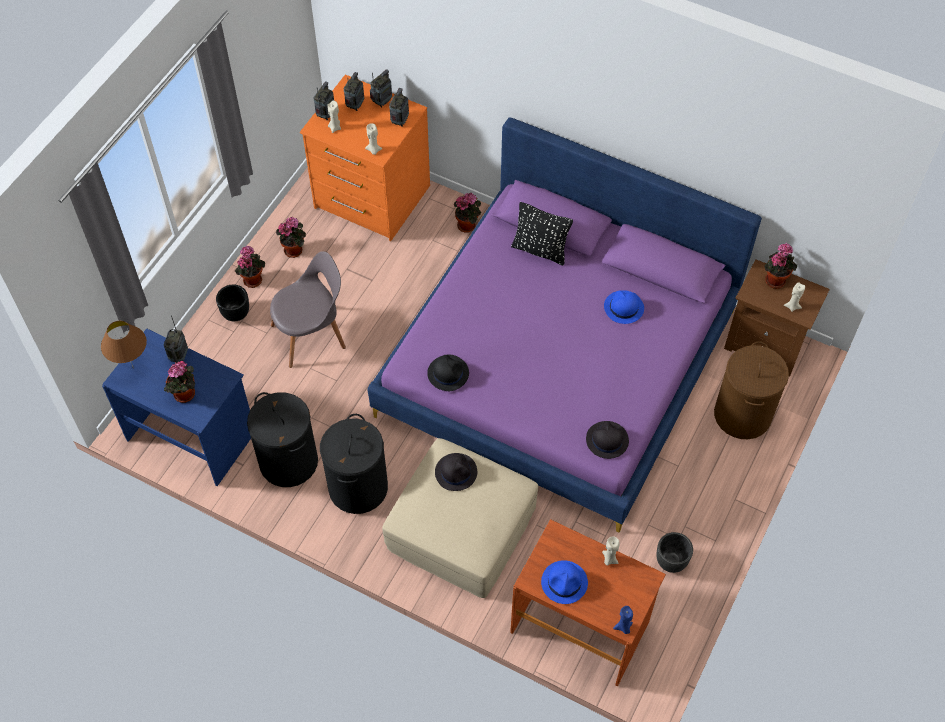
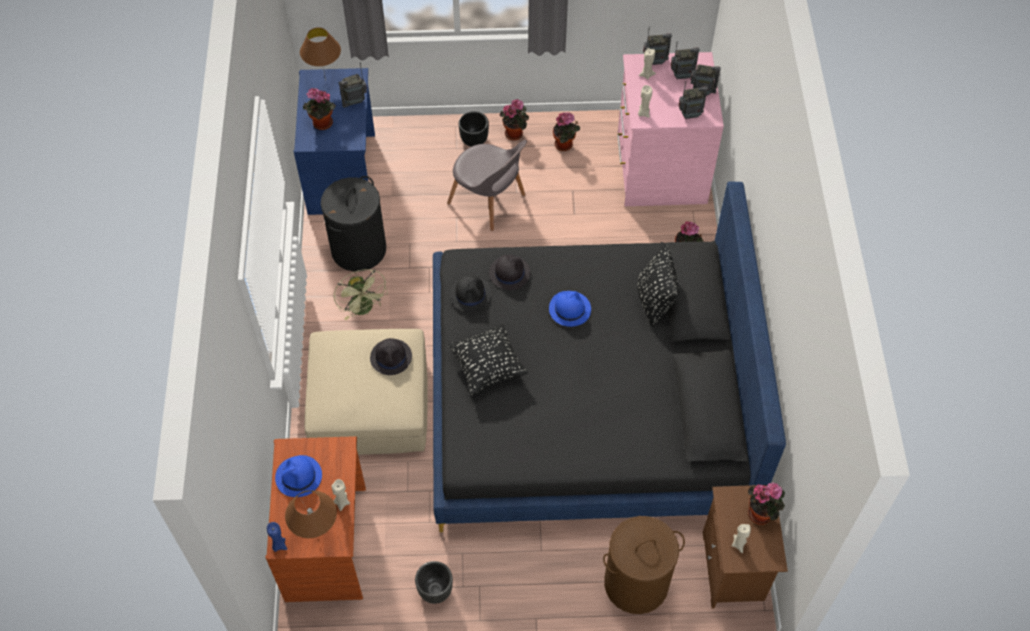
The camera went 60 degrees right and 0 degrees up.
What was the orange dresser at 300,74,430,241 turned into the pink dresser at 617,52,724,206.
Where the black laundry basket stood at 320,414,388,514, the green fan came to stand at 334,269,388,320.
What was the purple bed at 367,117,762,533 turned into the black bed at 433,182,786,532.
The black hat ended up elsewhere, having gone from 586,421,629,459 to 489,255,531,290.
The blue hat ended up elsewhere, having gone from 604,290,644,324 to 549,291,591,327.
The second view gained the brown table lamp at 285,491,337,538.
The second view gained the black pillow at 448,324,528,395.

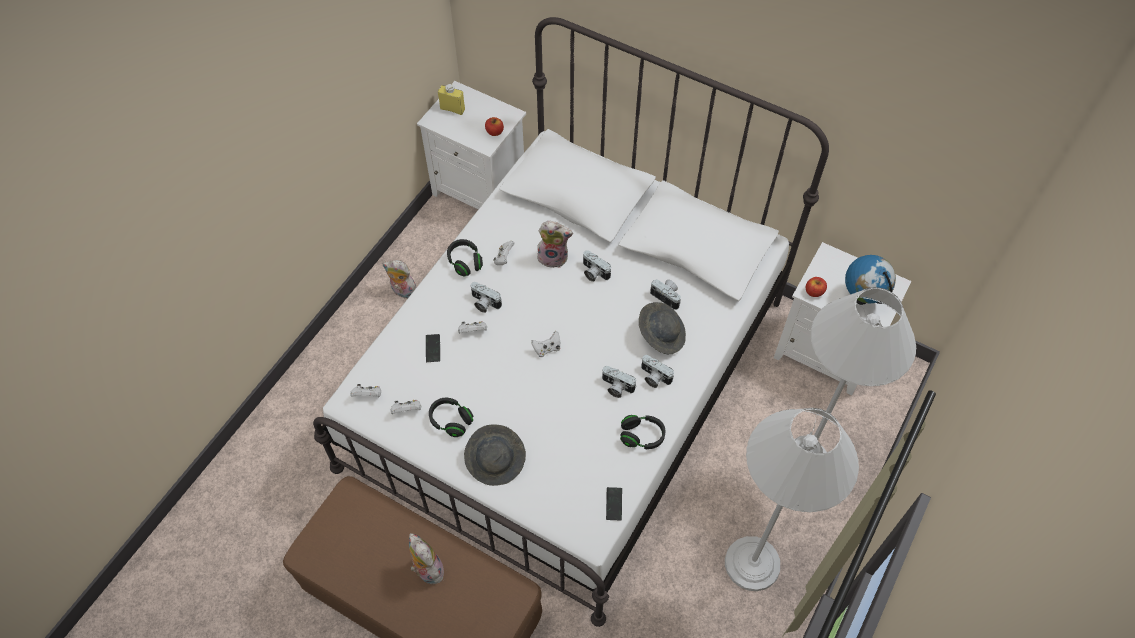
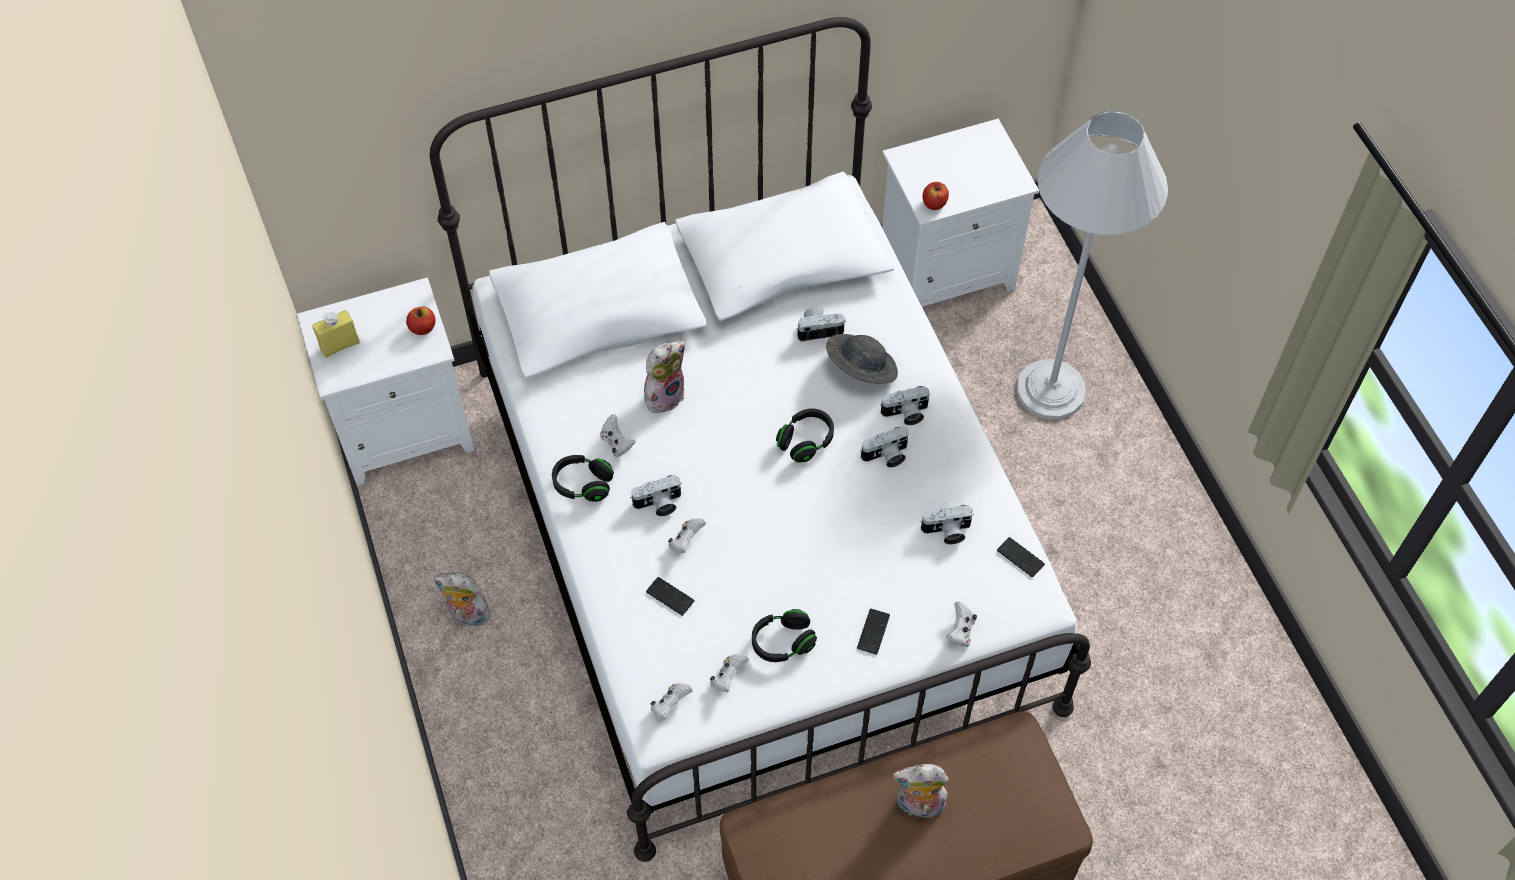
The camera went 50 degrees left and 0 degrees up.
The plush toy at 382,260,417,299 ended up facing another way, 45 degrees clockwise from before.
Where the grey hat stood at 464,424,526,486, the phone came to stand at 857,609,890,655.
The white game controller ended up elsewhere, having gone from 531,331,560,357 to 946,601,977,647.
The photo camera ended up elsewhere, having gone from 583,250,611,282 to 920,505,974,544.
The black headphones ended up elsewhere, having gone from 620,415,666,449 to 776,409,834,462.
The second view lost the white floor lamp at 725,408,859,591.
The second view lost the globe at 845,255,896,305.

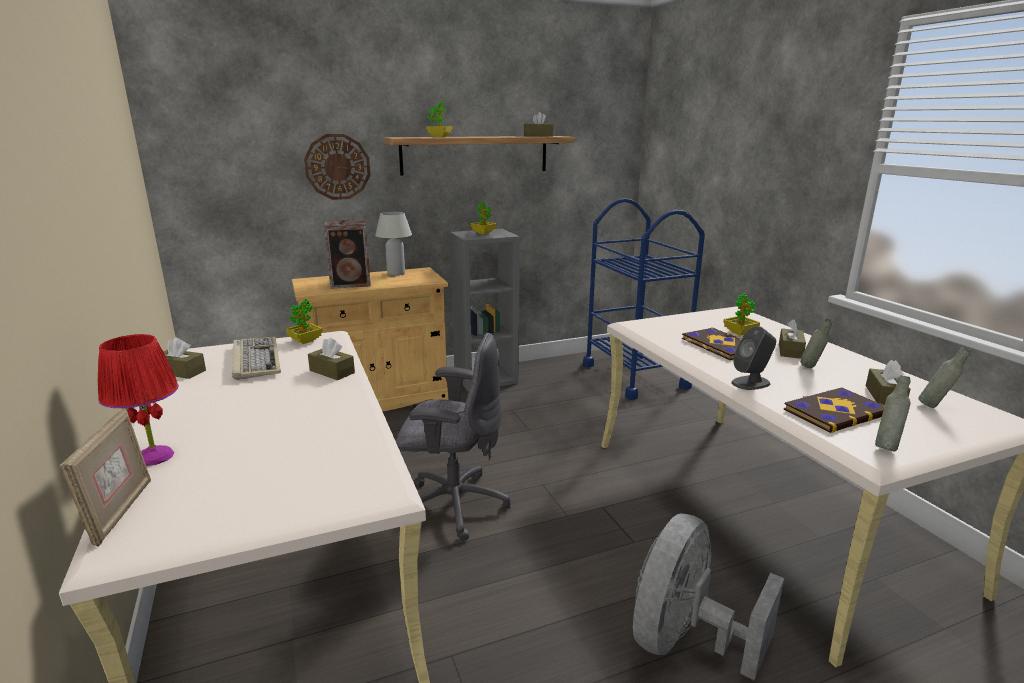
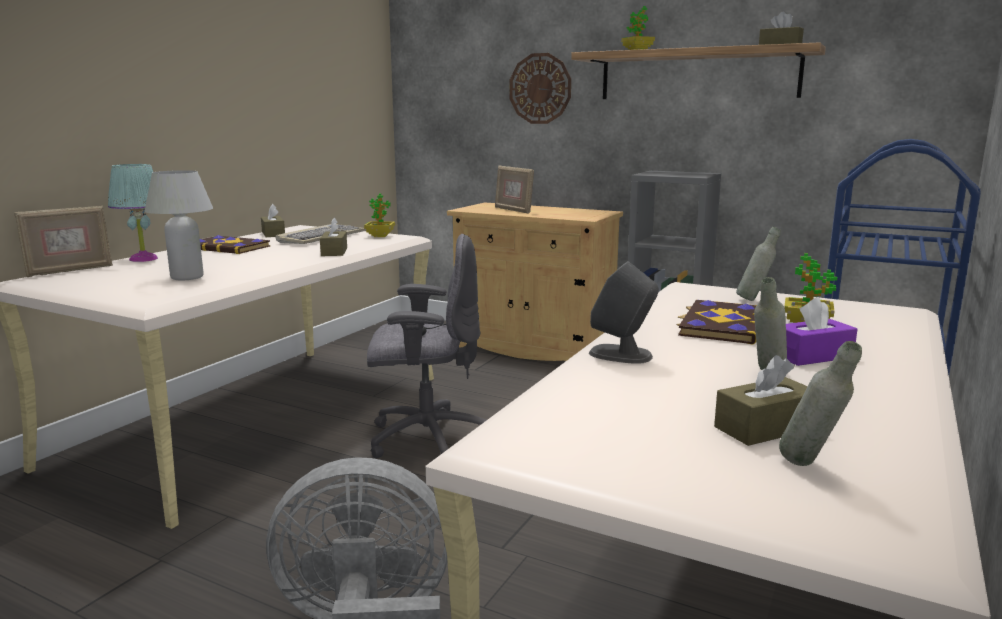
The camera went 50 degrees right and 5 degrees down.
What was the red table lamp at 98,334,179,466 turned into the turquoise table lamp at 108,164,158,262.
Where the speaker stood at 324,220,371,289, the picture frame came to stand at 495,165,534,214.
The white table lamp ended up elsewhere, having gone from 375,212,412,276 to 144,170,213,280.
The grey office chair at 396,332,511,541 ended up facing another way, 60 degrees counterclockwise from before.
The second view lost the potted plant at 471,201,496,234.
What was the brown tissue box at 779,319,806,359 turned into the purple tissue box at 786,297,858,366.
The book ended up elsewhere, having gone from 784,387,885,433 to 200,235,270,254.
The grey bottle ended up elsewhere, having gone from 875,375,910,451 to 736,227,781,301.

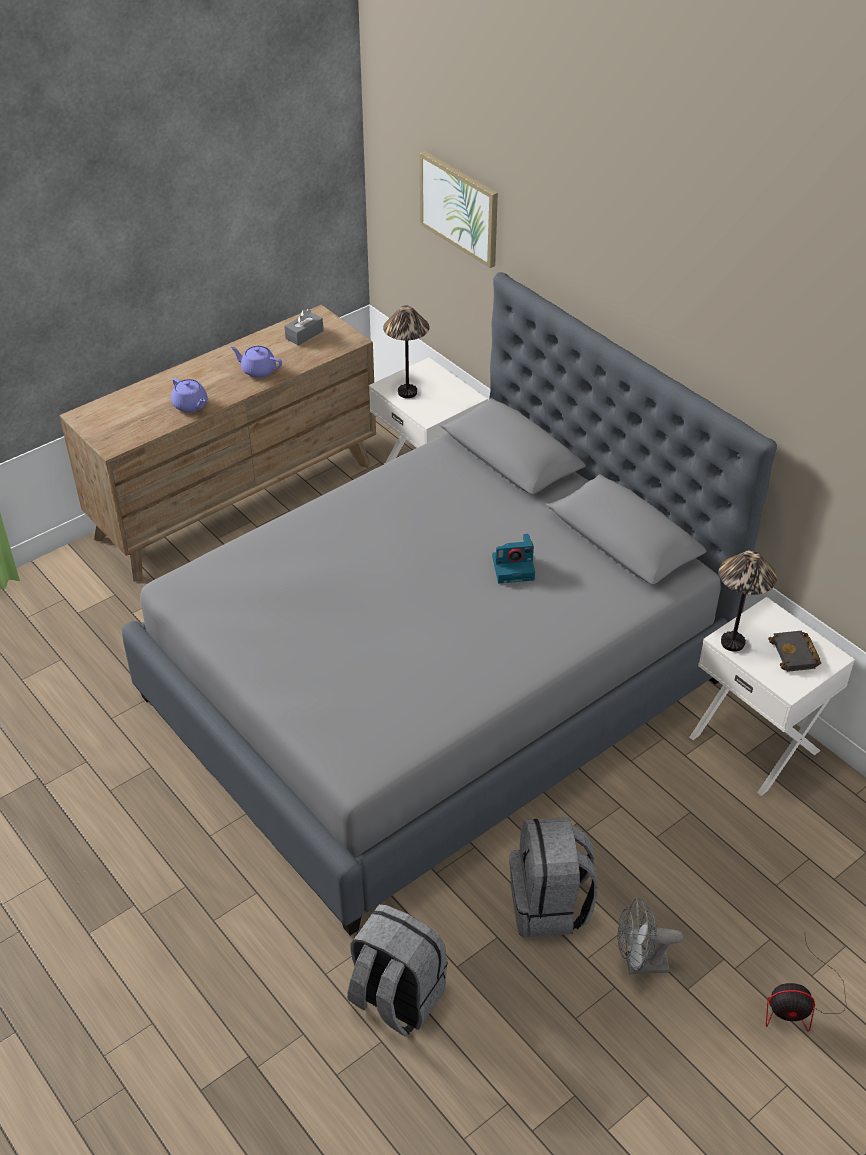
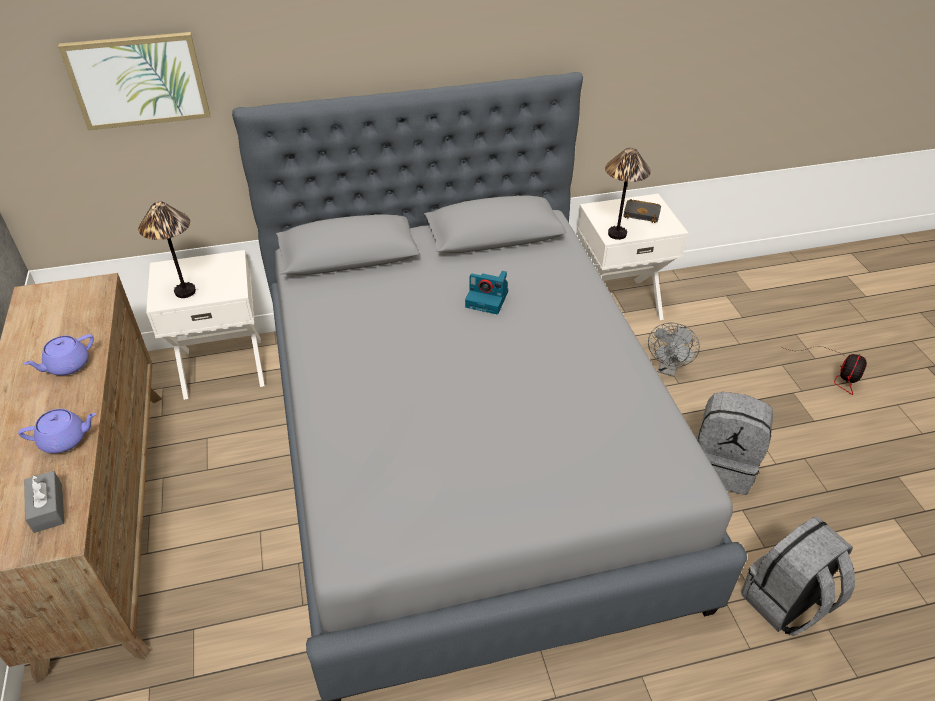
The camera went 65 degrees left and 0 degrees up.
The grey tissue box ended up elsewhere, having gone from 284,309,323,346 to 24,471,64,533.
The photo camera at 492,534,535,583 ended up facing another way, 90 degrees clockwise from before.
The grey fan ended up elsewhere, having gone from 618,898,683,974 to 648,322,700,377.

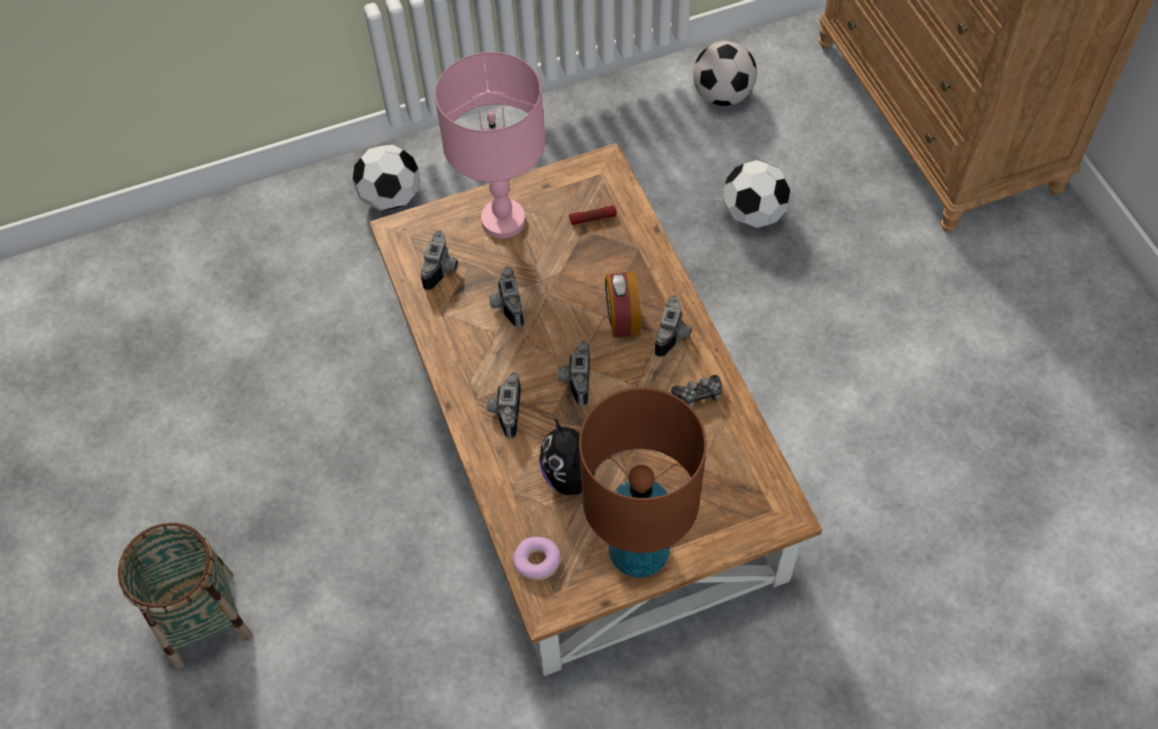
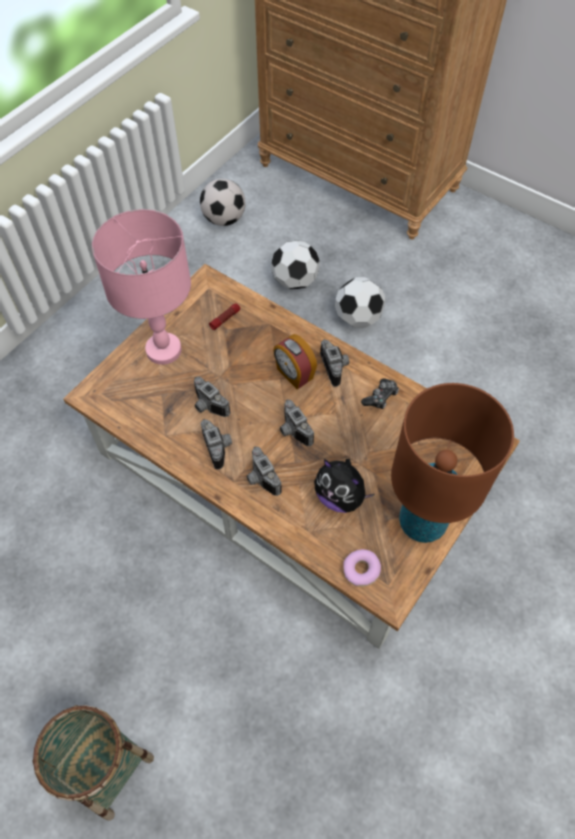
The camera went 35 degrees left and 0 degrees up.
The football ended up elsewhere, having gone from 352,144,420,211 to 335,277,386,328.
The photo camera ended up elsewhere, having gone from 420,231,458,291 to 201,419,232,470.

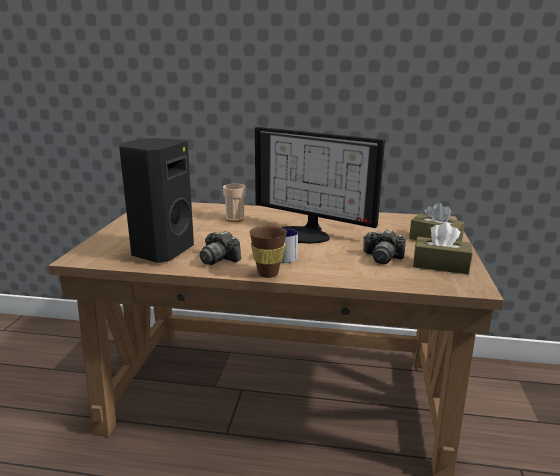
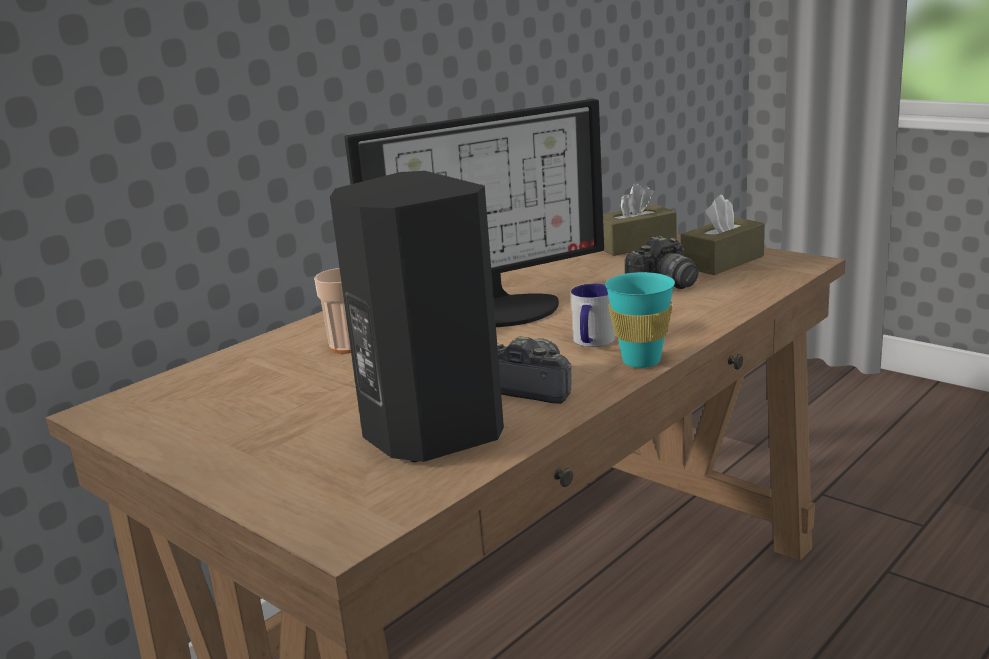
The camera went 55 degrees left and 0 degrees up.
The photo camera at 200,231,241,265 ended up facing another way, 135 degrees counterclockwise from before.
What was the brown cup at 249,226,287,278 turned into the turquoise cup at 605,272,675,368.

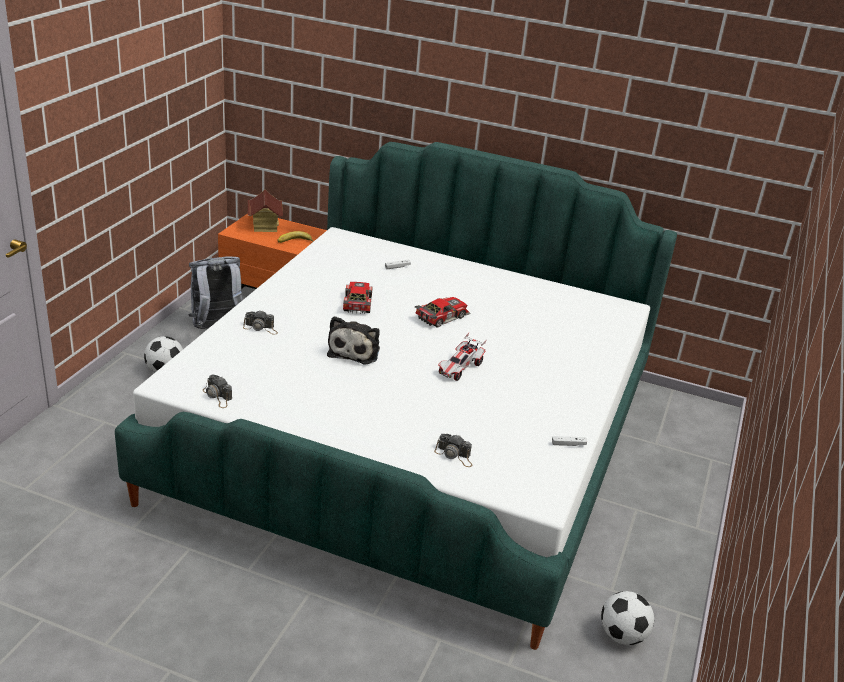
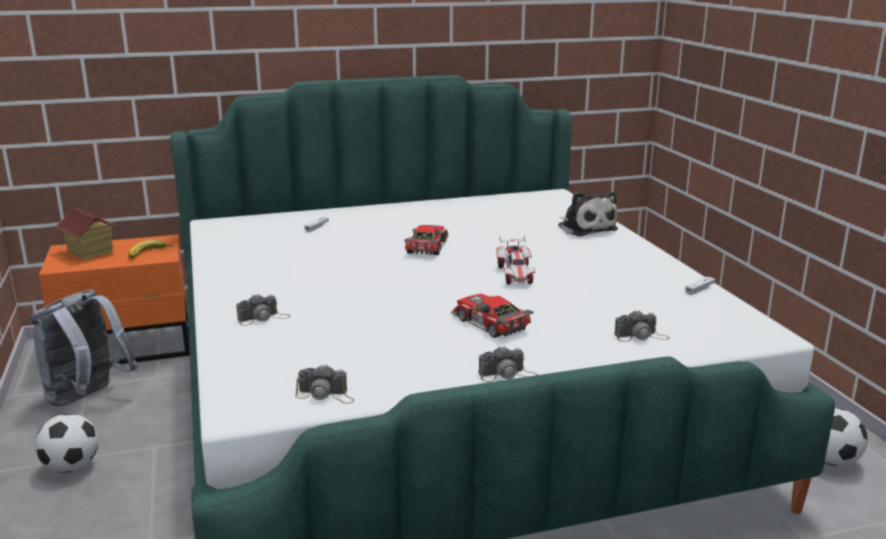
The camera went 35 degrees left and 10 degrees down.
The plush toy ended up elsewhere, having gone from 327,316,380,364 to 558,192,618,237.
The toy car ended up elsewhere, having gone from 343,282,372,314 to 451,294,533,338.
The second view gained the photo camera at 478,346,538,382.

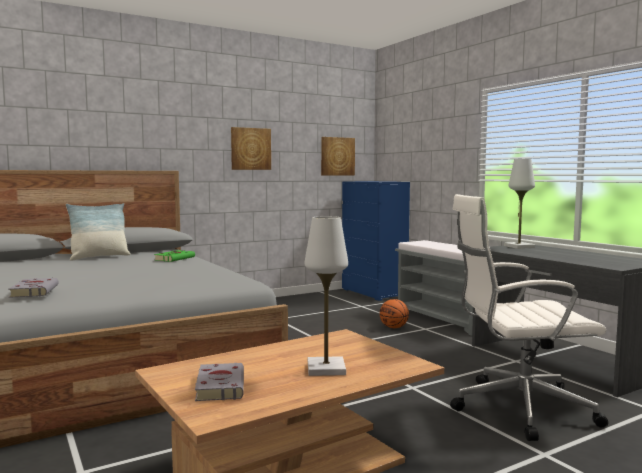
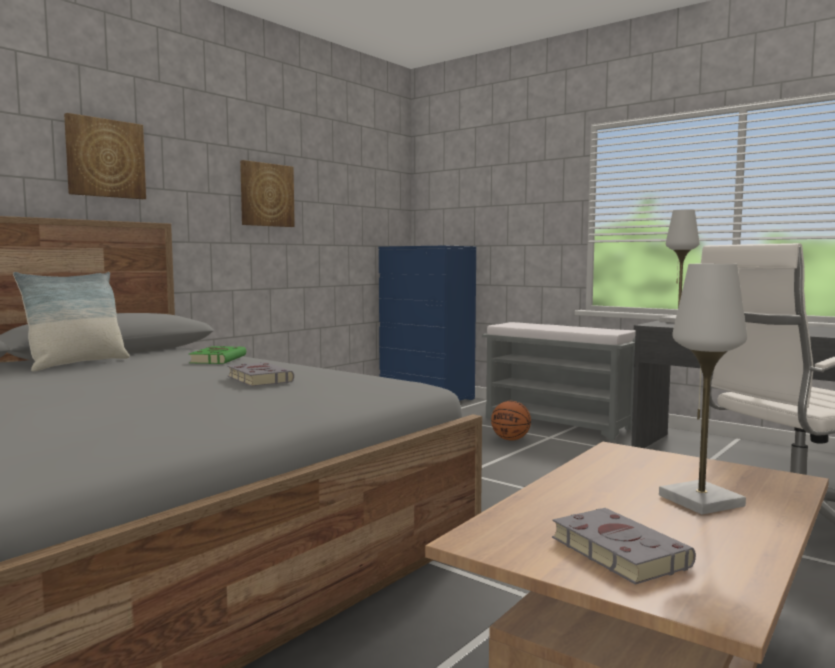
The camera went 20 degrees left and 0 degrees up.
The grey book ended up elsewhere, having gone from 8,278,59,298 to 227,362,294,387.
The picture ended up elsewhere, having gone from 321,137,355,175 to 64,113,146,199.

